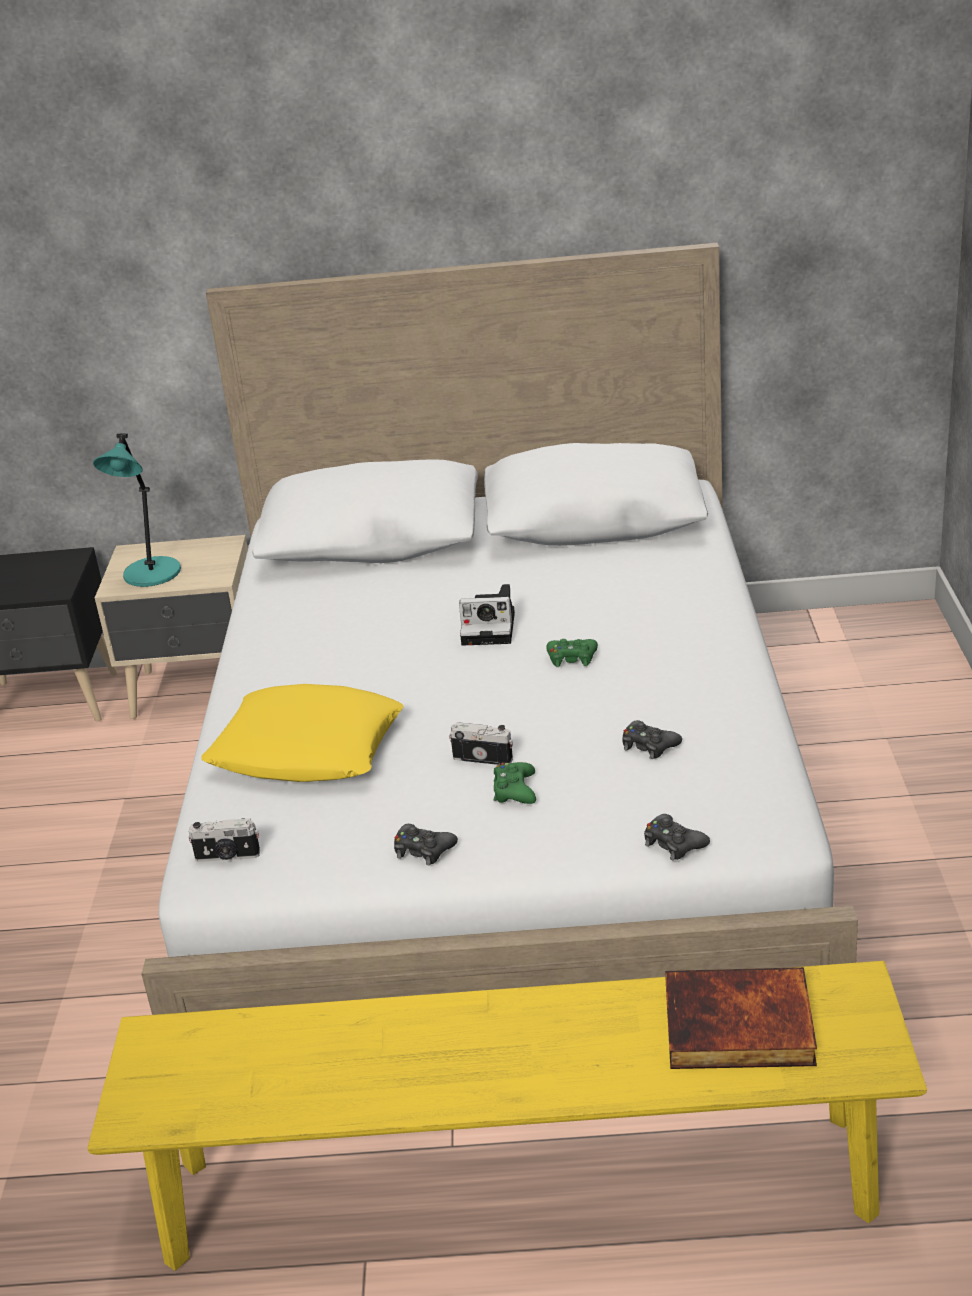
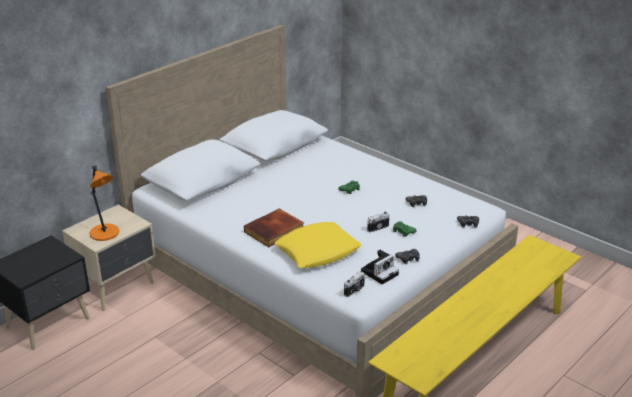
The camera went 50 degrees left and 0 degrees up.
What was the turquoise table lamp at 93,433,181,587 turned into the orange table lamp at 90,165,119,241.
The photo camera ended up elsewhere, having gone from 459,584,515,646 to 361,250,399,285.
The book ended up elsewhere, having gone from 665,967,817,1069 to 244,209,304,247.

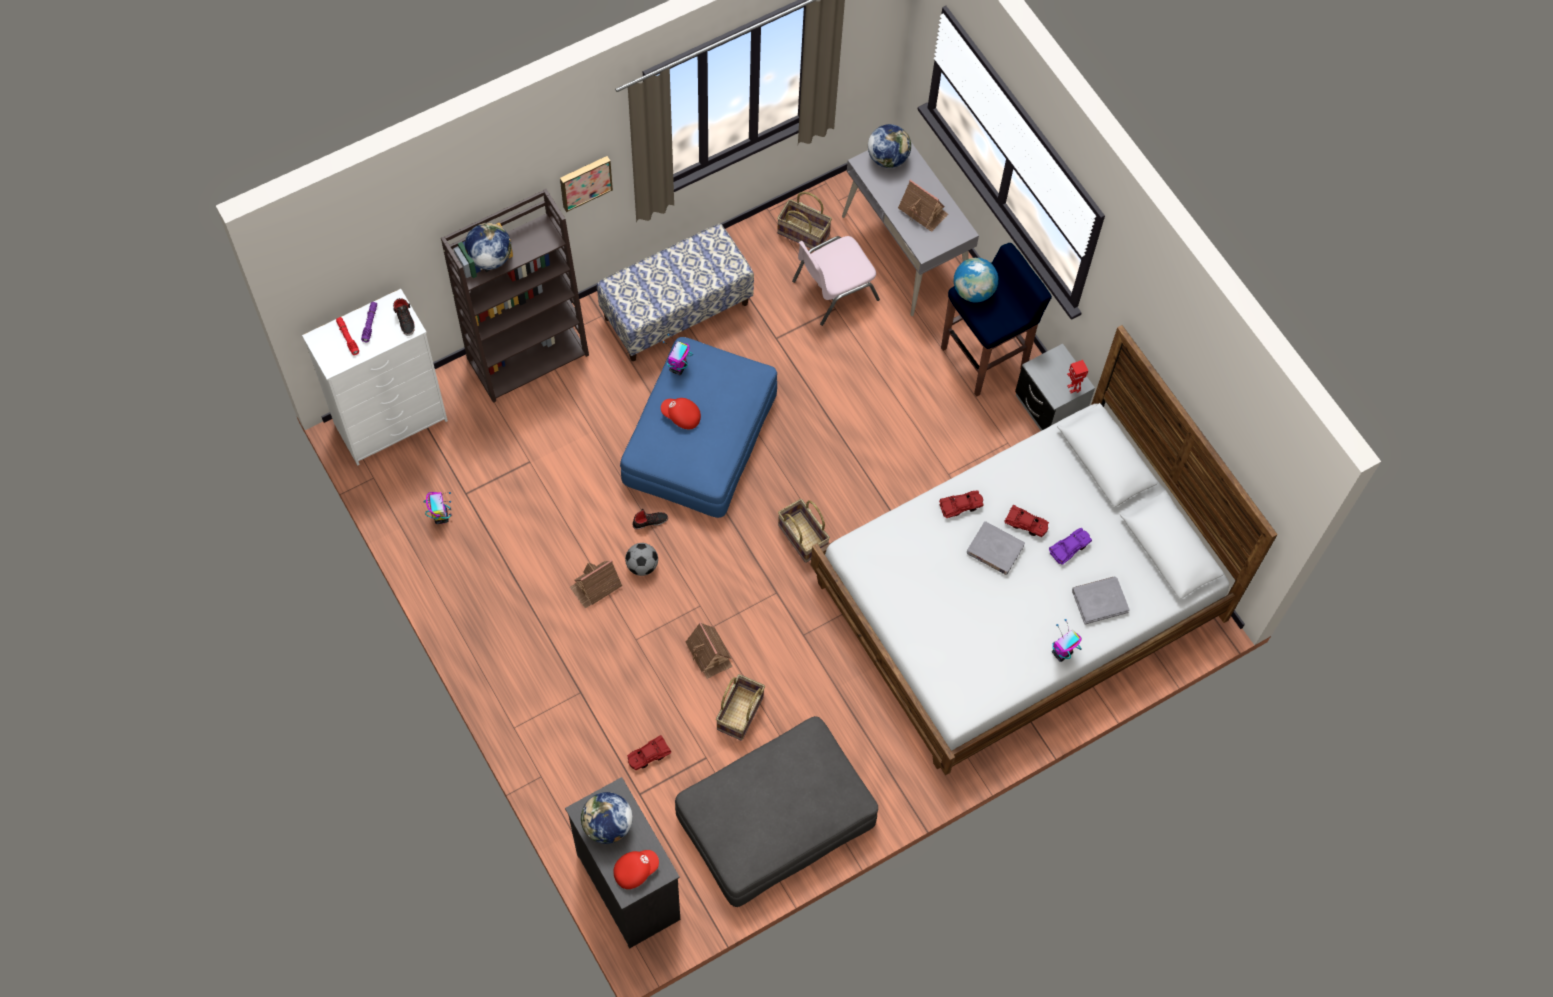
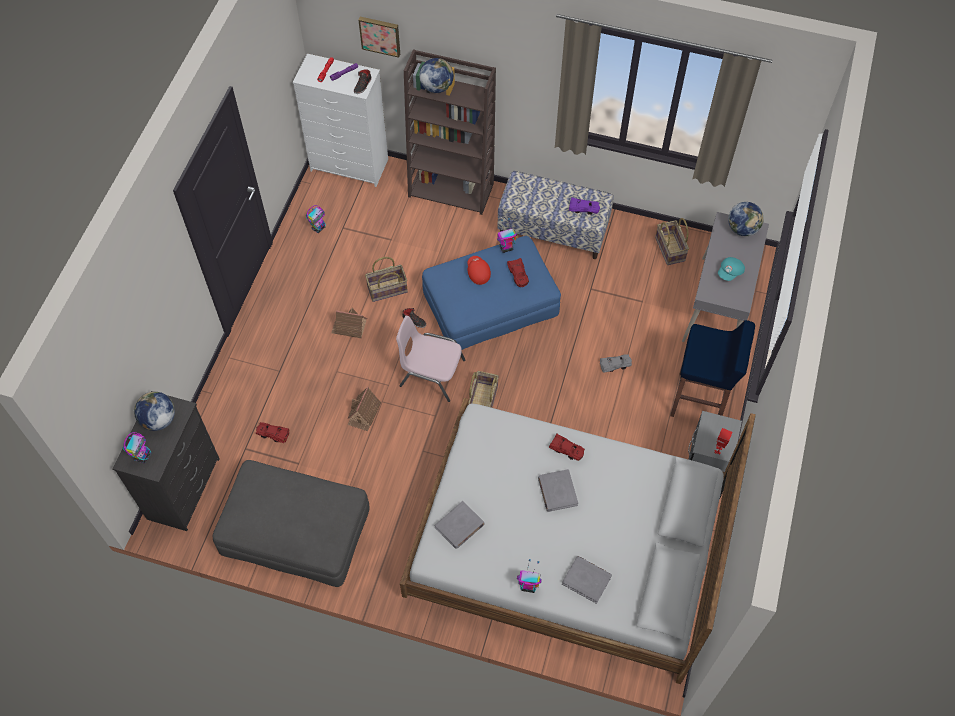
The camera went 50 degrees right and 5 degrees down.
The picture ended up elsewhere, having gone from 560,156,613,212 to 358,17,400,58.
Where the red cap stood at 613,850,659,889, the toy robot came to stand at 123,432,151,463.
The second view lost the football at 625,543,658,576.
The basket ended up elsewhere, having gone from 716,674,765,741 to 365,257,408,302.
The pink chair ended up elsewhere, having gone from 792,236,880,326 to 396,316,465,402.
Where the toy house stood at 898,180,948,232, the turquoise cap came to stand at 718,257,745,281.
The second view lost the globe at 954,258,998,303.
The red toy car ended up elsewhere, having gone from 1004,504,1049,537 to 507,258,529,287.
The purple toy car ended up elsewhere, having gone from 1049,528,1092,565 to 569,197,600,215.
The second view gained the grey book at 435,501,485,548.
The second view gained the grey toy car at 600,354,632,373.

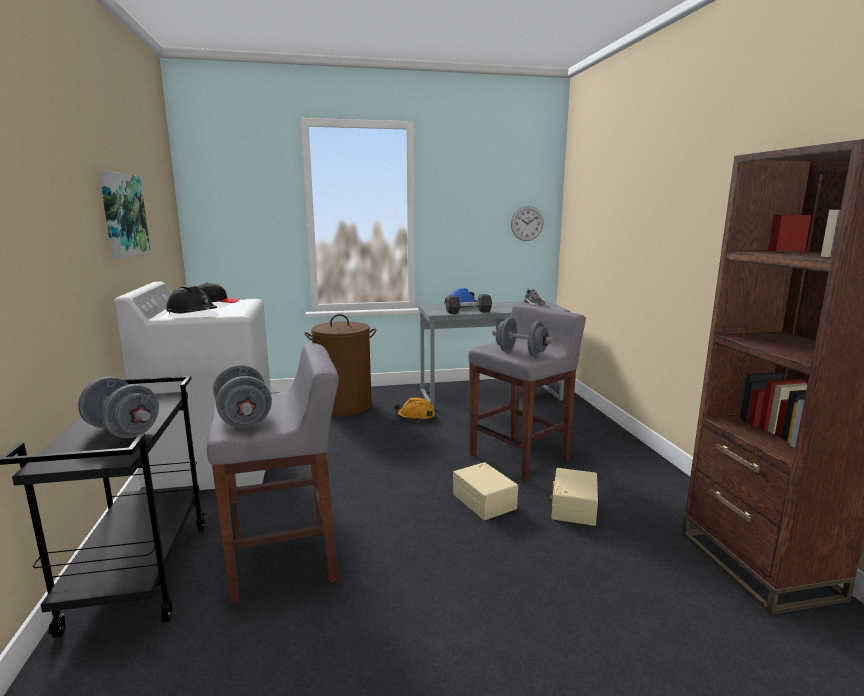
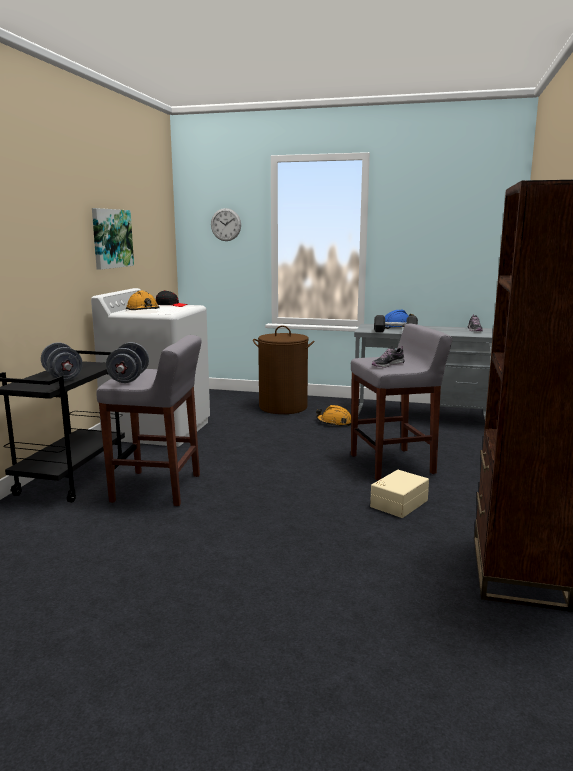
The camera went 25 degrees right and 0 degrees up.
What was the black hard hat at 166,285,217,314 turned into the orange hard hat at 126,291,160,310.
The second view lost the beige storage box at 453,462,518,520.
Where the grey dumbbell stood at 492,317,554,356, the shoe came to stand at 372,346,405,368.
The wall clock ended up elsewhere, having gone from 511,206,544,241 to 211,208,241,241.

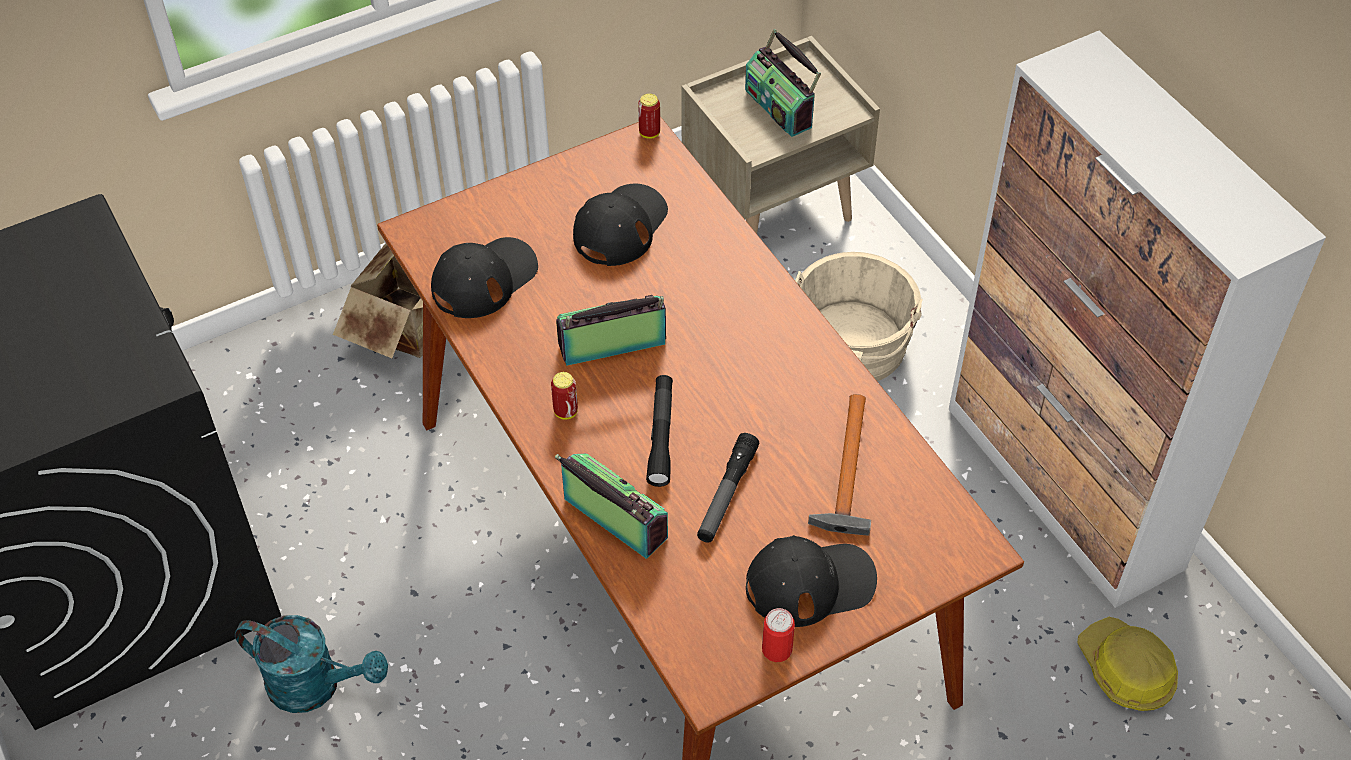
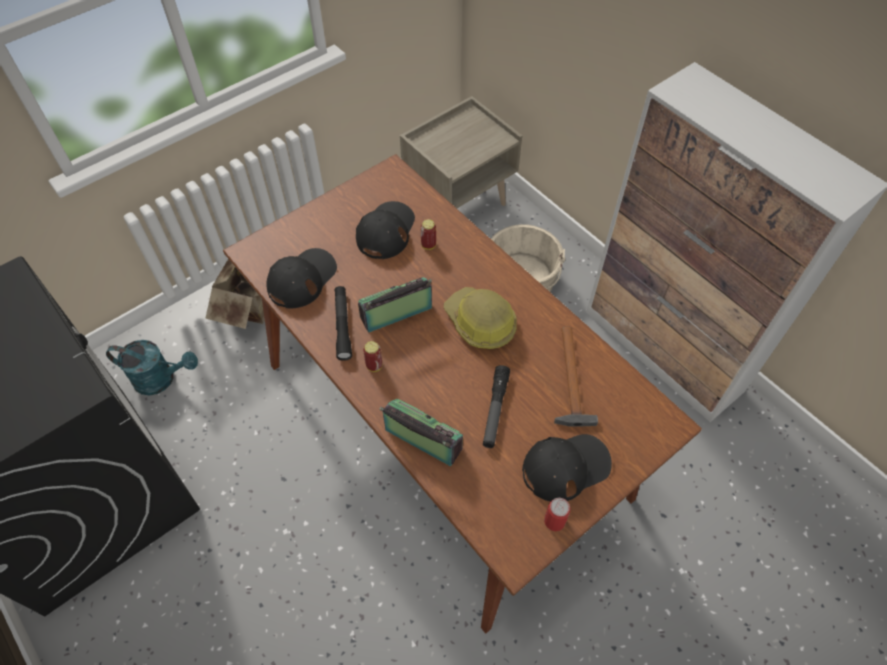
The camera went 10 degrees left and 5 degrees up.
The turquoise watering can ended up elsewhere, having gone from 235,615,388,713 to 106,340,198,395.
The can ended up elsewhere, having gone from 638,94,660,139 to 420,219,436,250.
The black flashlight ended up elsewhere, having gone from 646,375,673,487 to 335,286,352,361.
The second view lost the radio at 745,29,821,137.
The hard hat ended up elsewhere, having gone from 1078,617,1178,711 to 444,287,516,349.

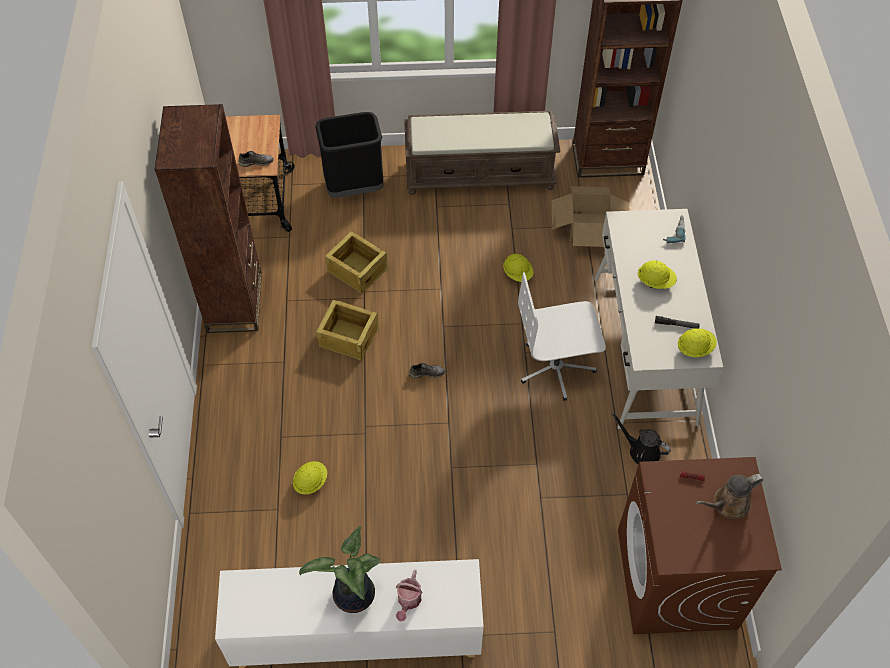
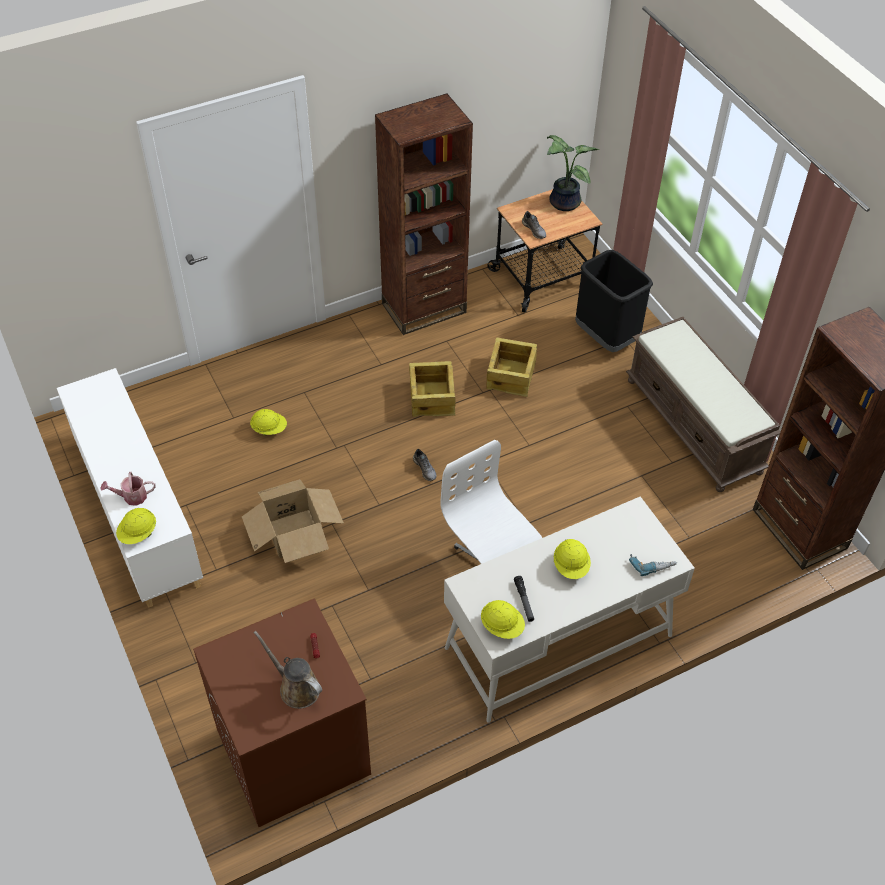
The camera went 65 degrees right and 5 degrees down.
The potted plant ended up elsewhere, having gone from 299,526,380,613 to 547,135,600,211.
The yellow hard hat ended up elsewhere, having gone from 503,254,534,282 to 116,508,156,544.
The cardboard box ended up elsewhere, having gone from 552,186,630,247 to 242,479,344,563.
The second view lost the black watering can at 612,412,671,464.

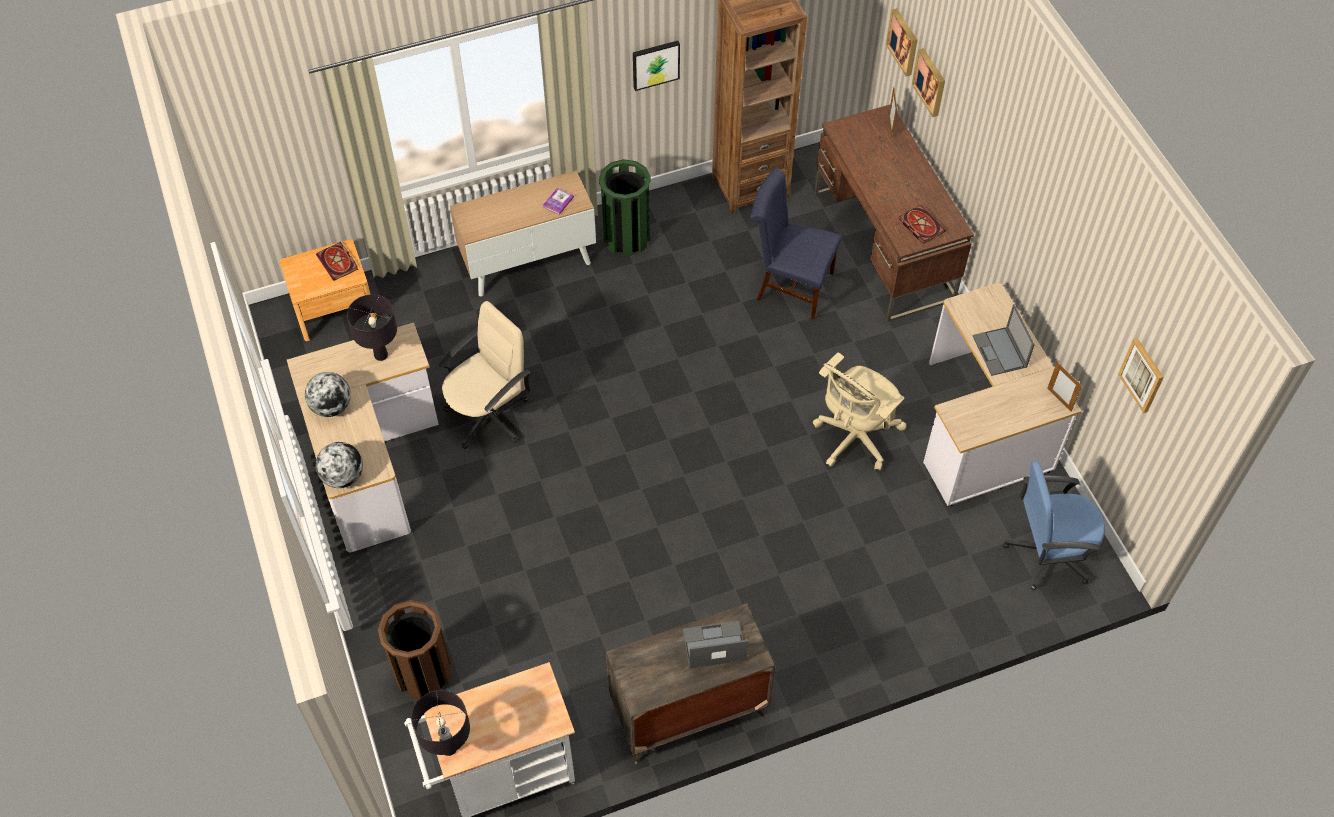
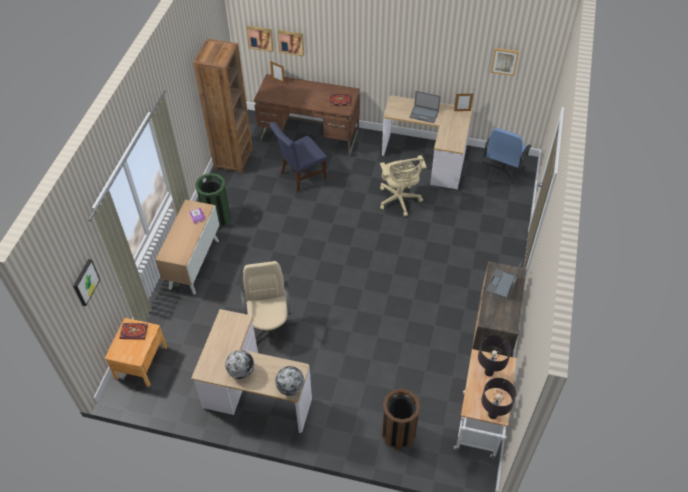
The camera went 55 degrees left and 5 degrees down.
The black table lamp ended up elsewhere, having gone from 347,294,397,361 to 478,335,511,376.
The picture ended up elsewhere, having gone from 633,41,680,91 to 73,259,100,306.

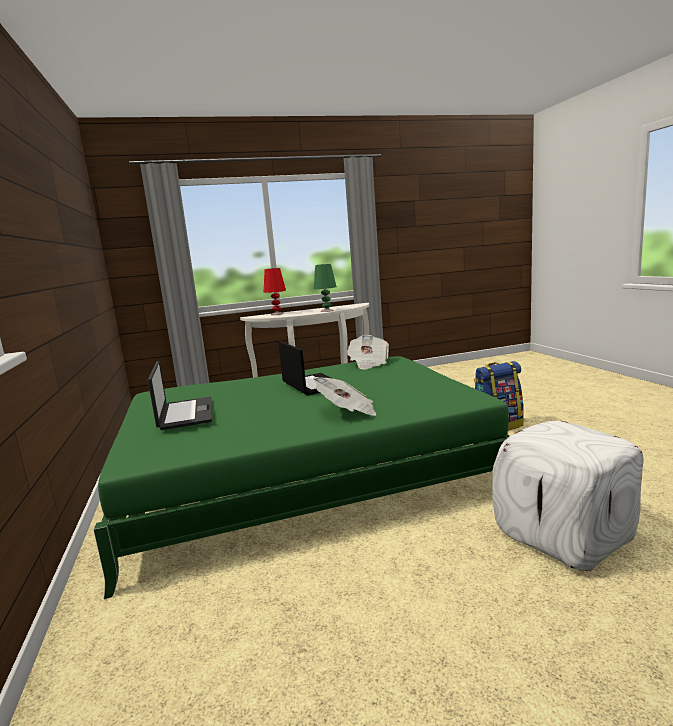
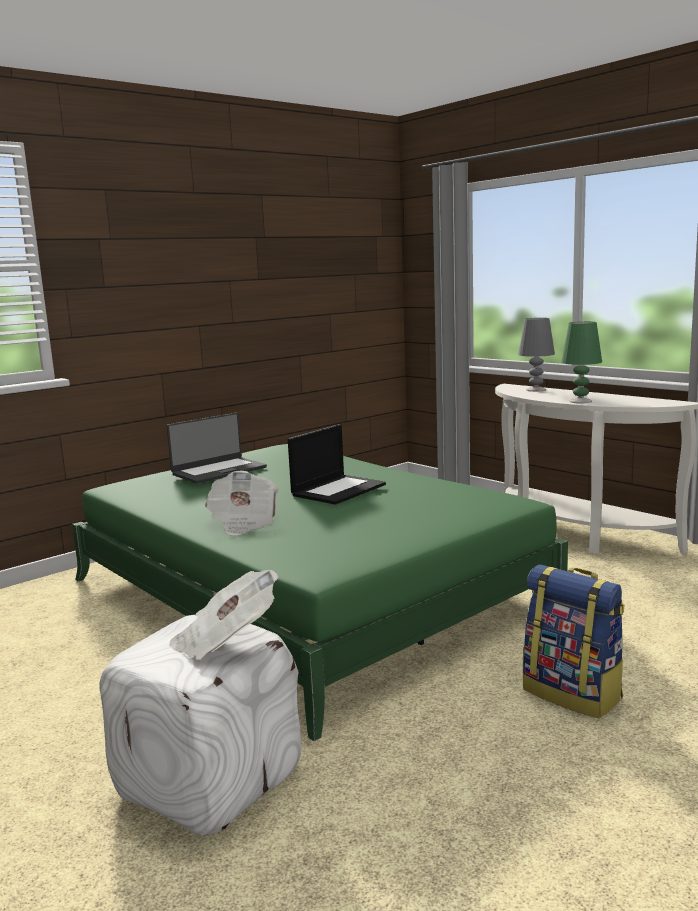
The camera went 65 degrees right and 0 degrees up.
What was the red table lamp at 263,268,286,315 turned into the grey table lamp at 518,318,555,392.
The newspaper ended up elsewhere, having gone from 347,335,389,370 to 169,570,279,660.

